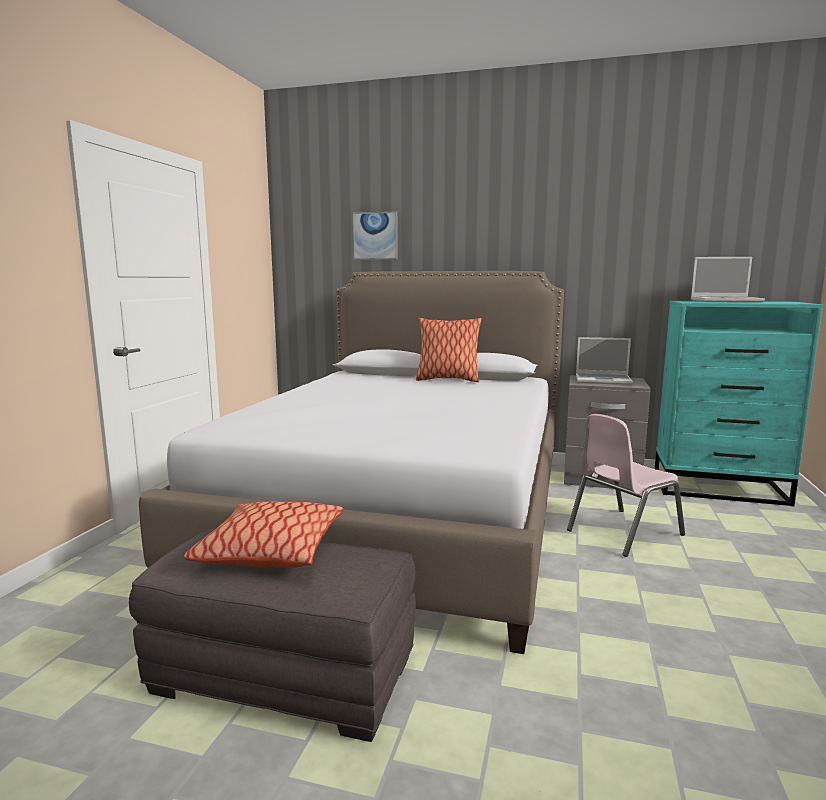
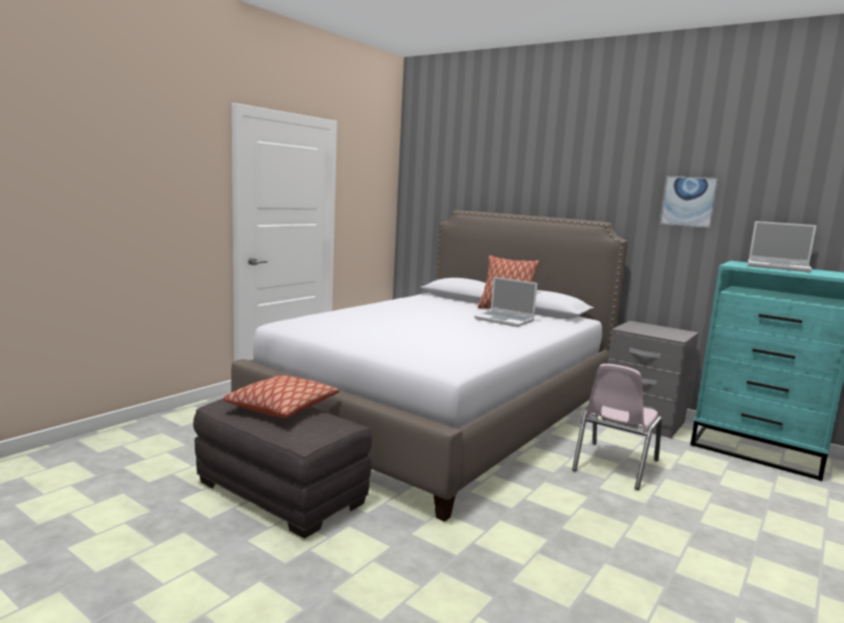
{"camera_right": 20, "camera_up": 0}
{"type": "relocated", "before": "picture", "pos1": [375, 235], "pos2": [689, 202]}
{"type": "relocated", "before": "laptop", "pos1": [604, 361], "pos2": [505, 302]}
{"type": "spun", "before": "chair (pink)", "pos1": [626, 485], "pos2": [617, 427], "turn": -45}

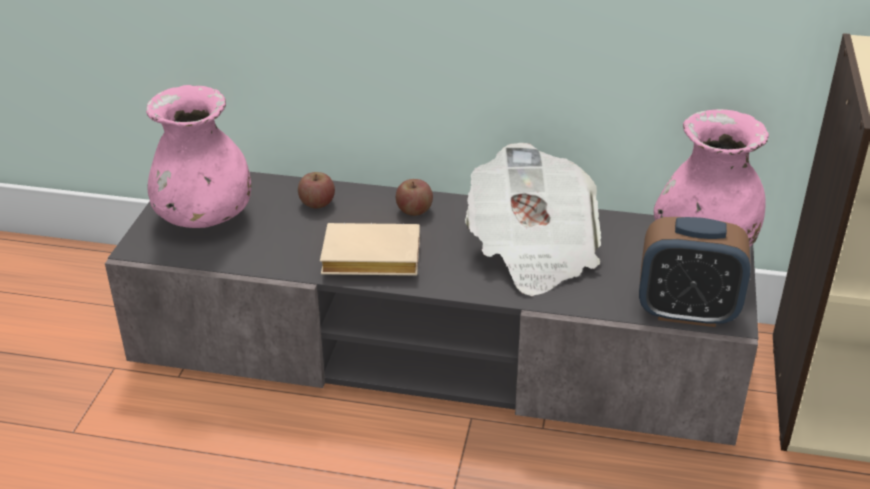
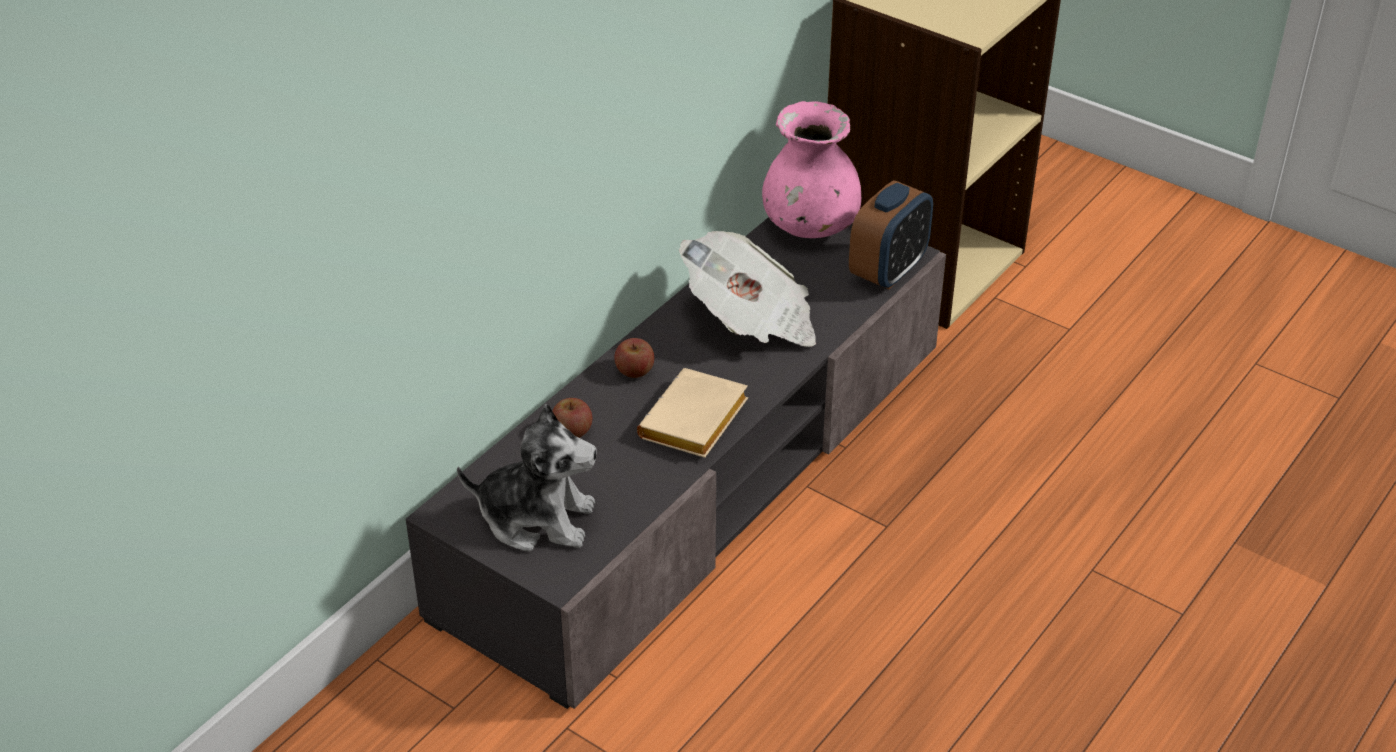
{"camera_right": -65, "camera_up": 5}
{"type": "exchanged", "before": "vase (pink)", "after": "plush toy", "pos1": [198, 156], "pos2": [527, 478]}

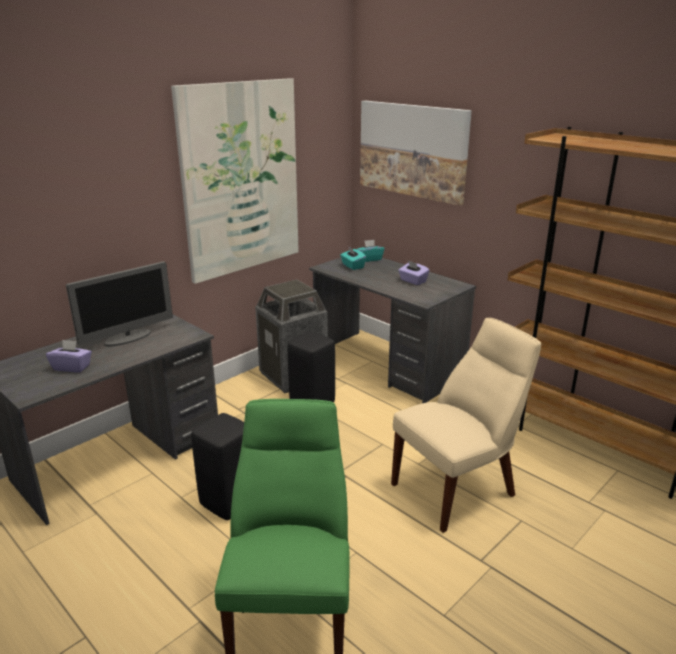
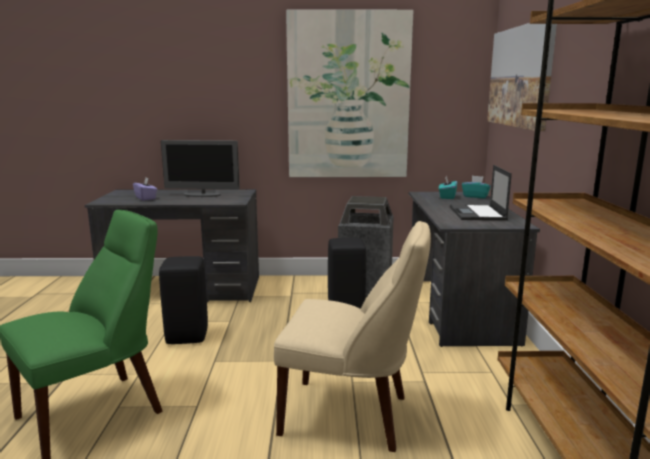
{"camera_right": 45, "camera_up": -10}
{"type": "exchanged", "before": "tissue box (purple)", "after": "laptop", "pos1": [414, 273], "pos2": [481, 192]}

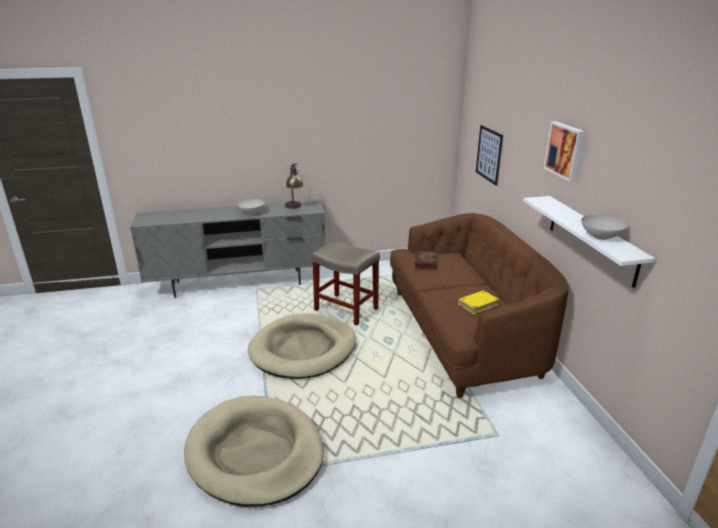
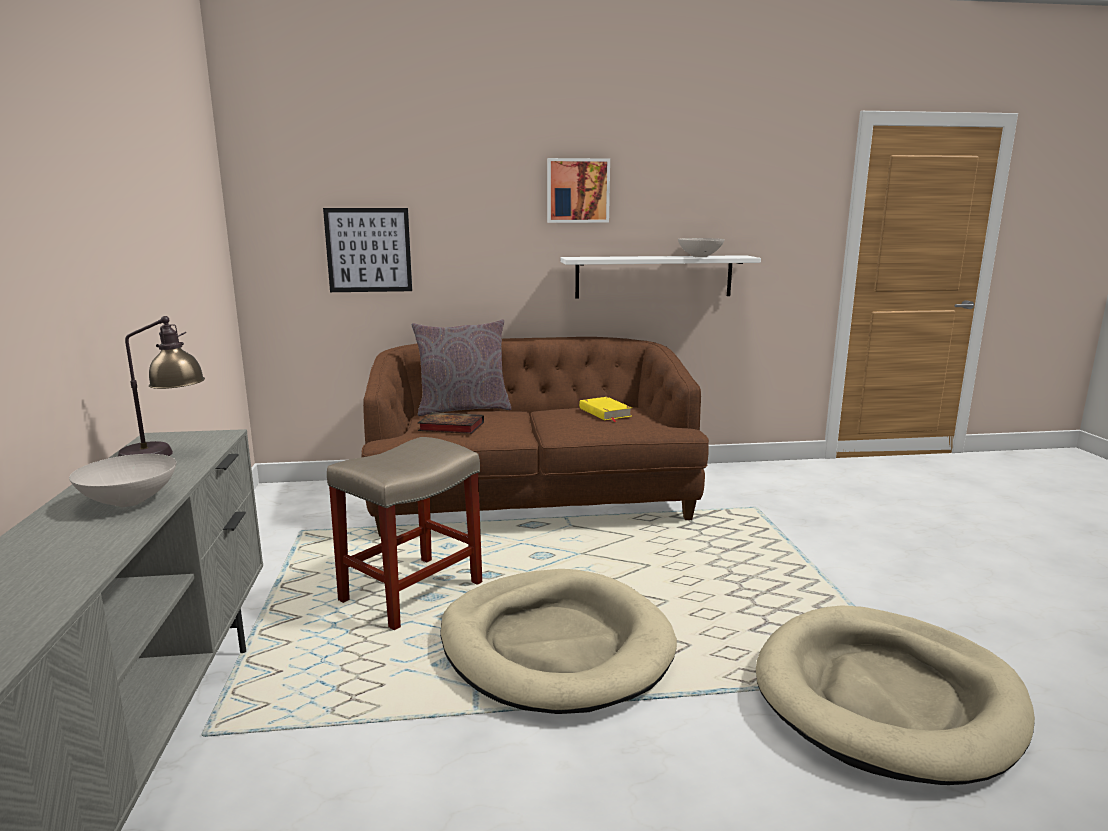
{"camera_right": -85, "camera_up": -10}
{"type": "appeared", "after": "pillow (grey)", "pos2": [461, 367]}

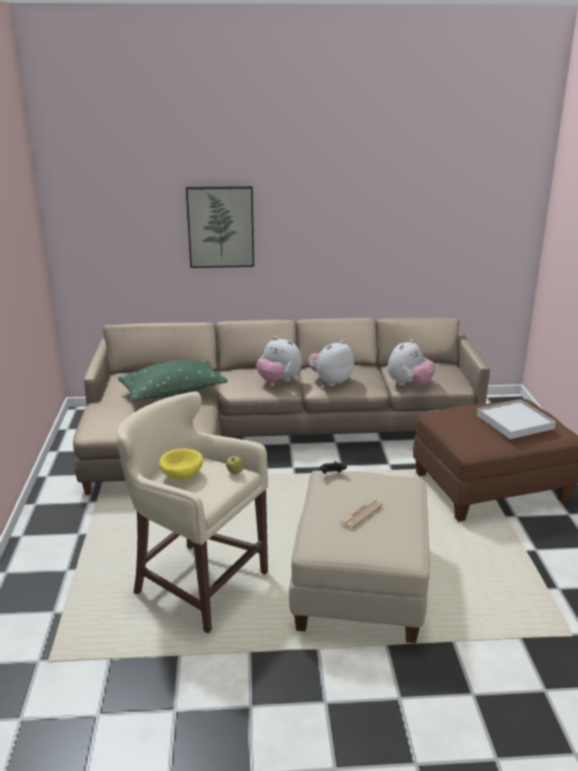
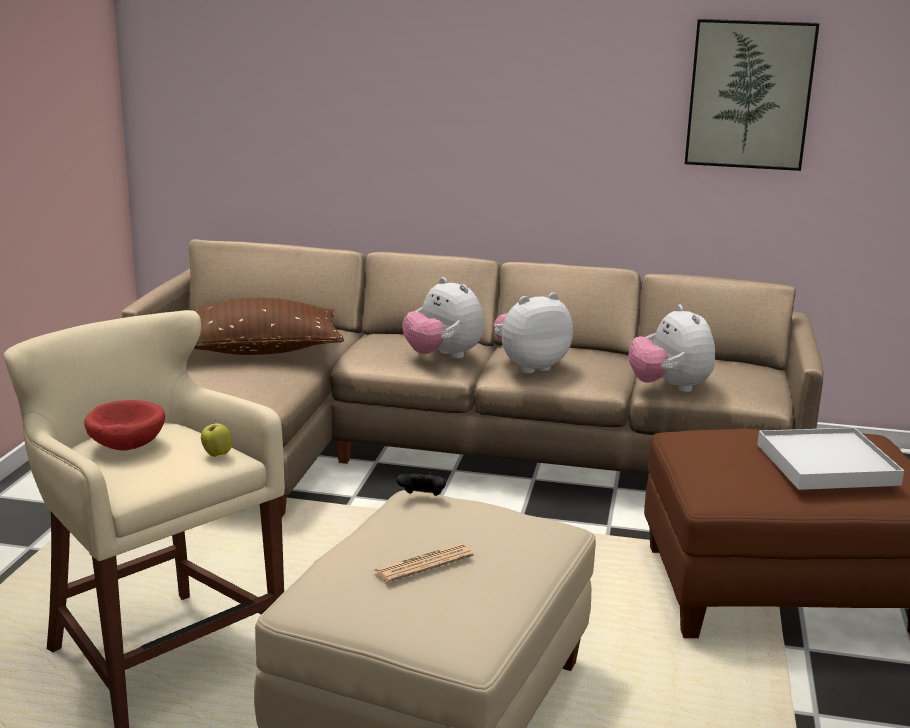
{"camera_right": 15, "camera_up": -5}
{"type": "relocated", "before": "picture", "pos1": [220, 227], "pos2": [752, 95]}
{"type": "spun", "before": "plush toy", "pos1": [412, 362], "pos2": [671, 348], "turn": 105}
{"type": "colour", "before": "pillow (green)", "after": "pillow (brown)", "pos1": [173, 380], "pos2": [269, 326]}
{"type": "colour", "before": "bowl (yellow)", "after": "bowl (red)", "pos1": [181, 464], "pos2": [124, 425]}

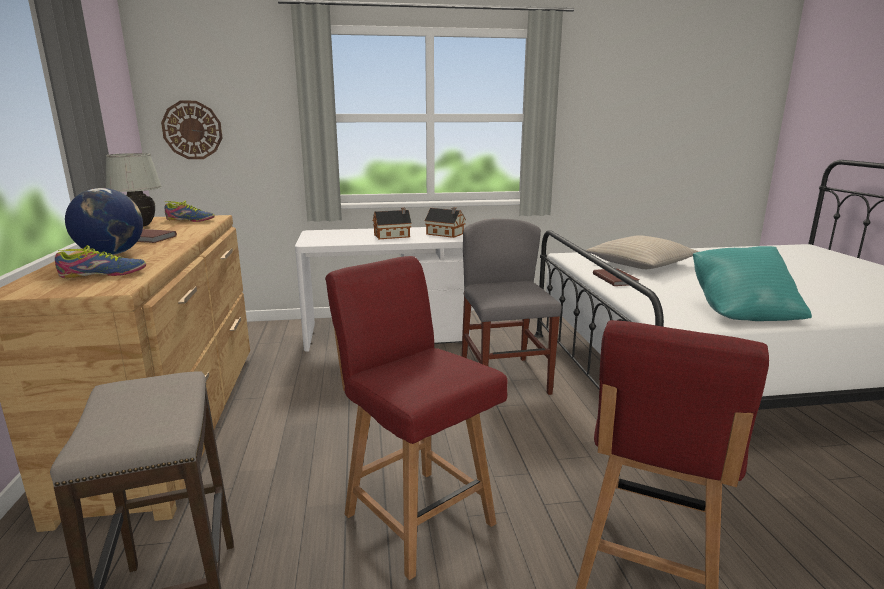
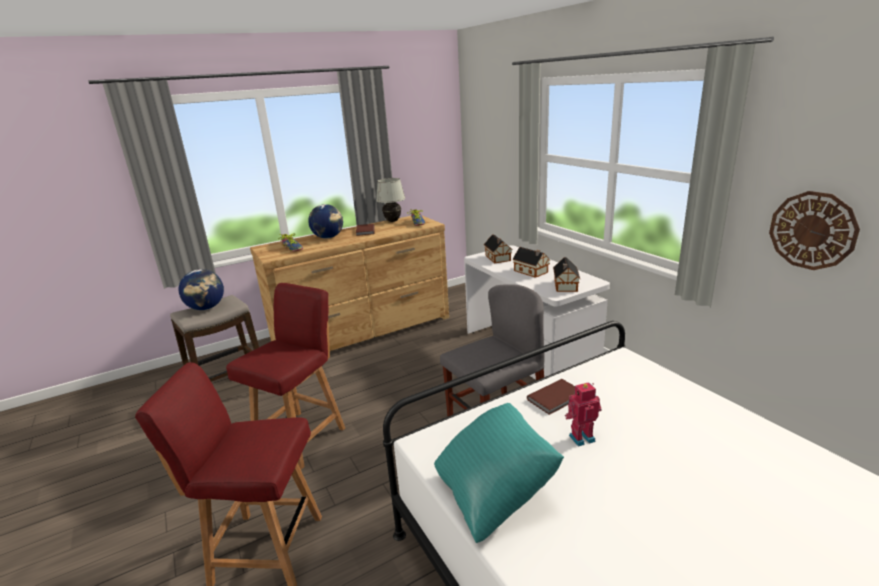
{"camera_right": 70, "camera_up": 5}
{"type": "relocated", "before": "wall clock", "pos1": [191, 130], "pos2": [814, 230]}
{"type": "missing", "before": "pillow (beige)", "pos1": [642, 252]}
{"type": "appeared", "after": "toy house", "pos2": [498, 248]}
{"type": "appeared", "after": "globe", "pos2": [201, 289]}
{"type": "appeared", "after": "toy robot", "pos2": [583, 414]}

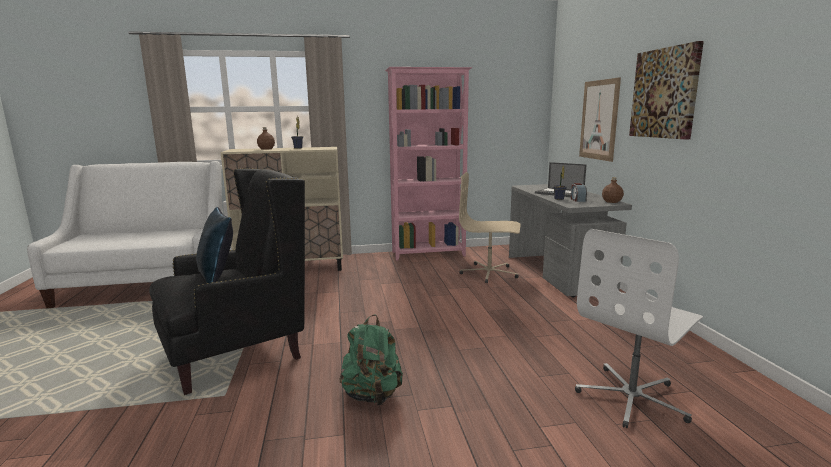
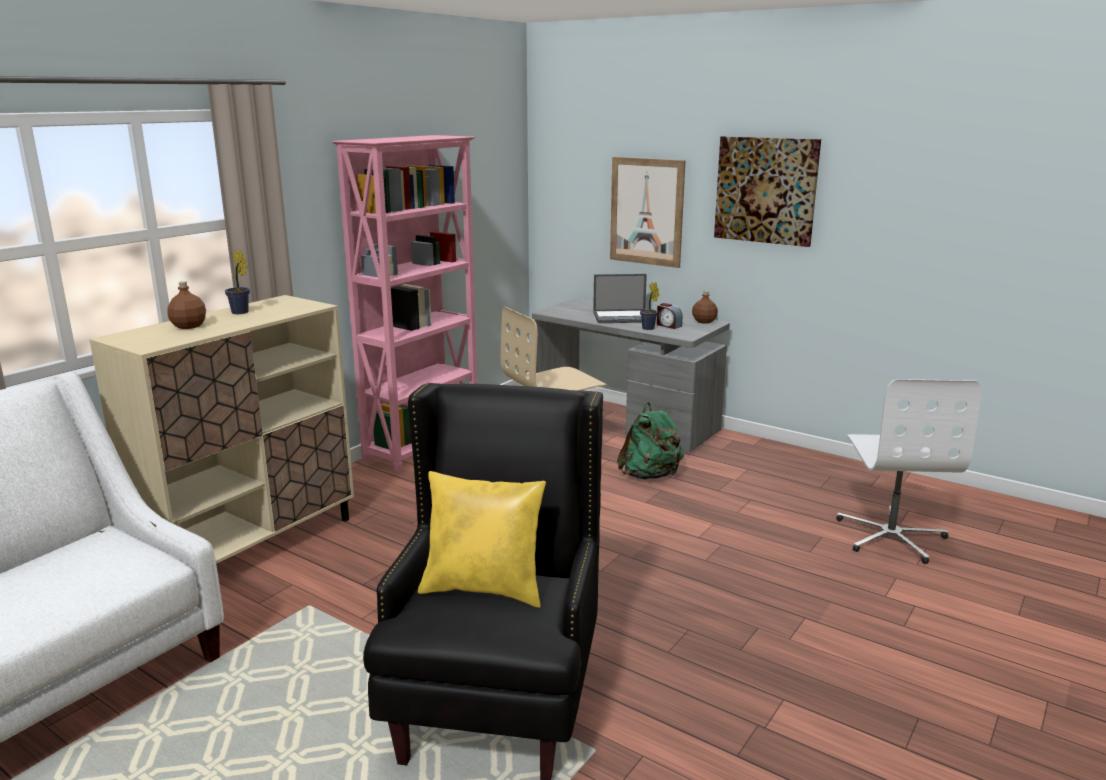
{"camera_right": -45, "camera_up": 5}
{"type": "colour", "before": "pillow (blue)", "after": "pillow (yellow)", "pos1": [214, 245], "pos2": [482, 539]}
{"type": "relocated", "before": "backpack (green)", "pos1": [371, 359], "pos2": [650, 441]}

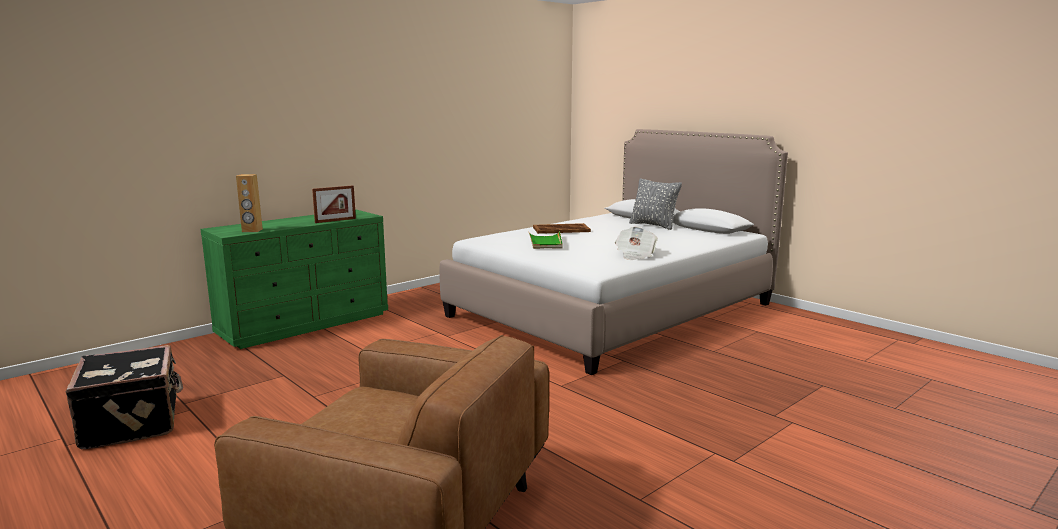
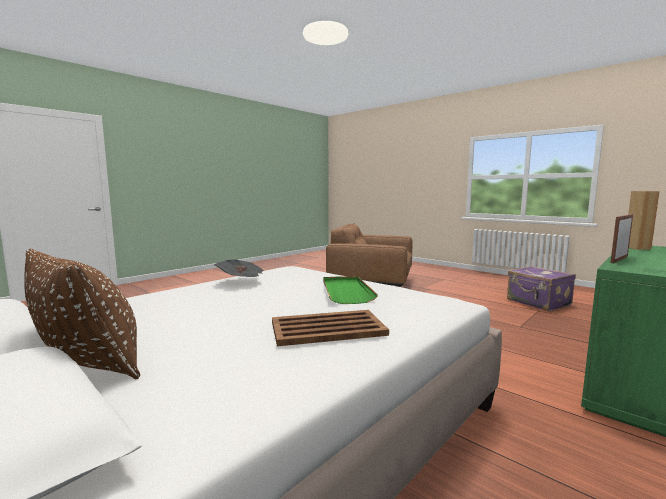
{"camera_right": 175, "camera_up": -5}
{"type": "colour", "before": "pillow (grey)", "after": "pillow (brown)", "pos1": [655, 204], "pos2": [82, 314]}
{"type": "colour", "before": "suitcase (black)", "after": "suitcase (purple)", "pos1": [124, 397], "pos2": [541, 288]}

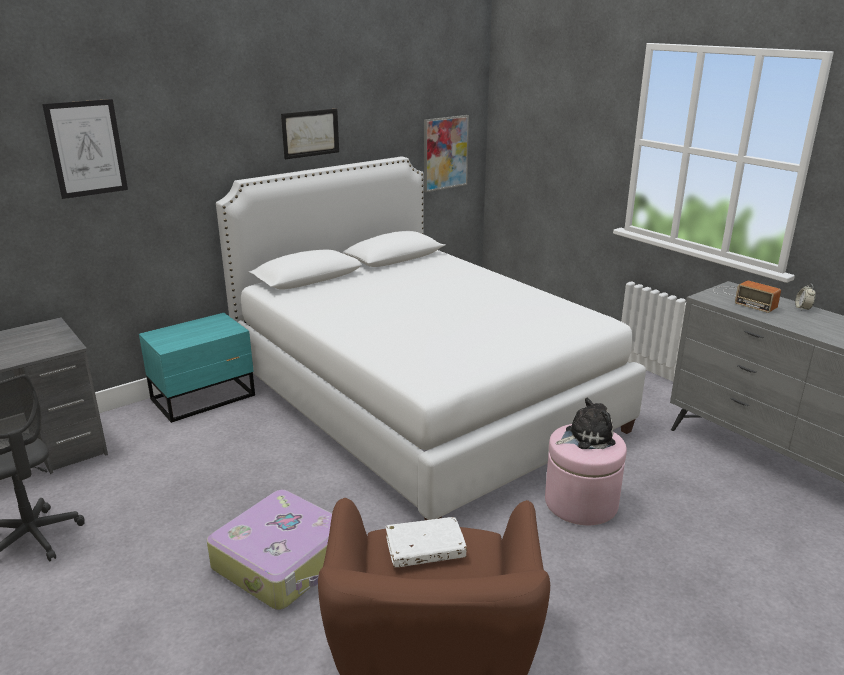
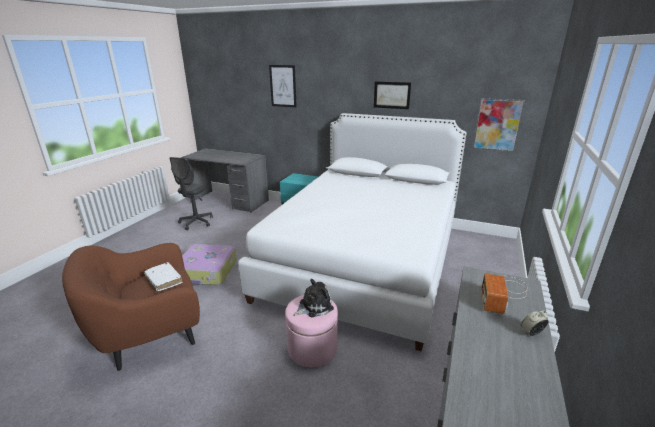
{"camera_right": 60, "camera_up": 0}
{"type": "spun", "before": "plush toy", "pos1": [586, 423], "pos2": [313, 298], "turn": -75}

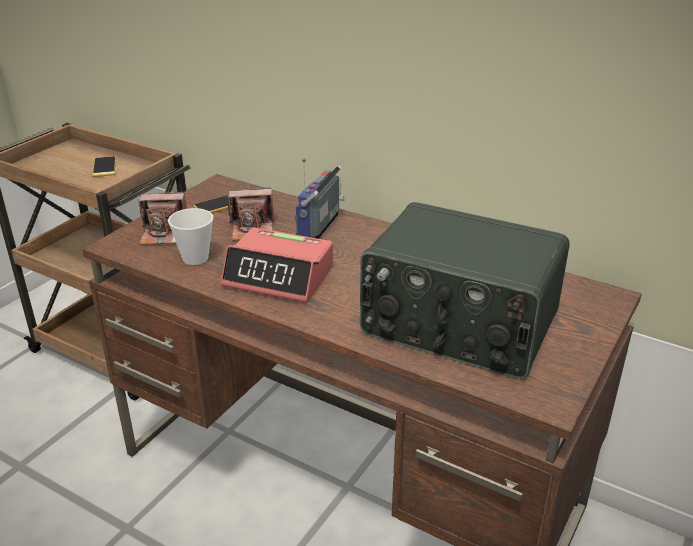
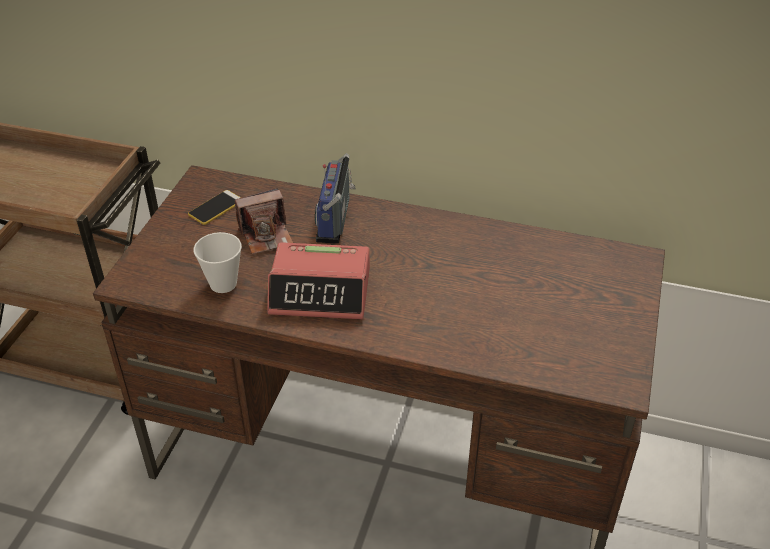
{"camera_right": -15, "camera_up": 10}
{"type": "missing", "before": "phone", "pos1": [104, 166]}
{"type": "missing", "before": "photo camera", "pos1": [162, 218]}
{"type": "missing", "before": "radio", "pos1": [464, 290]}

